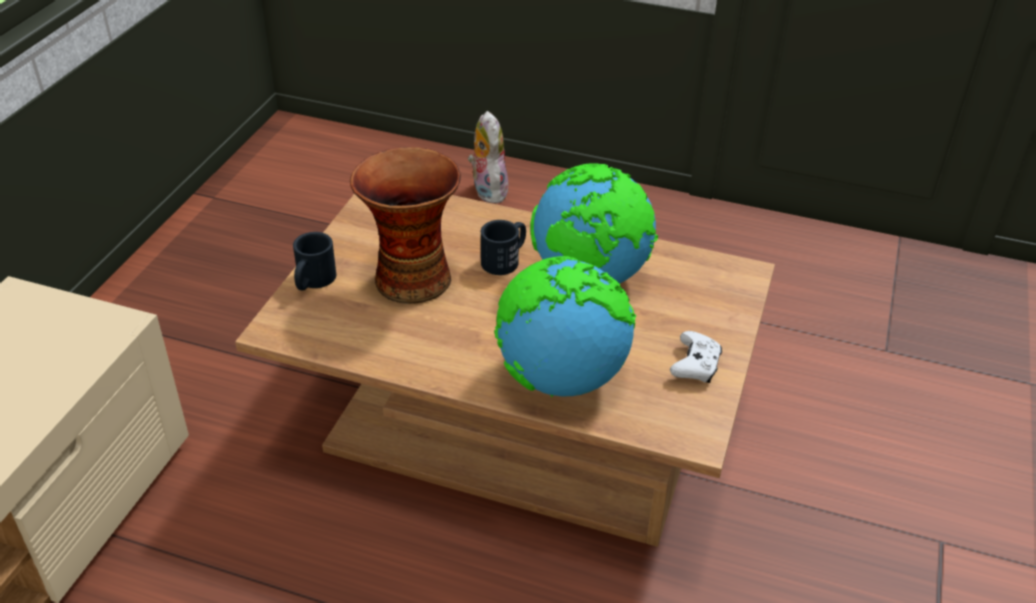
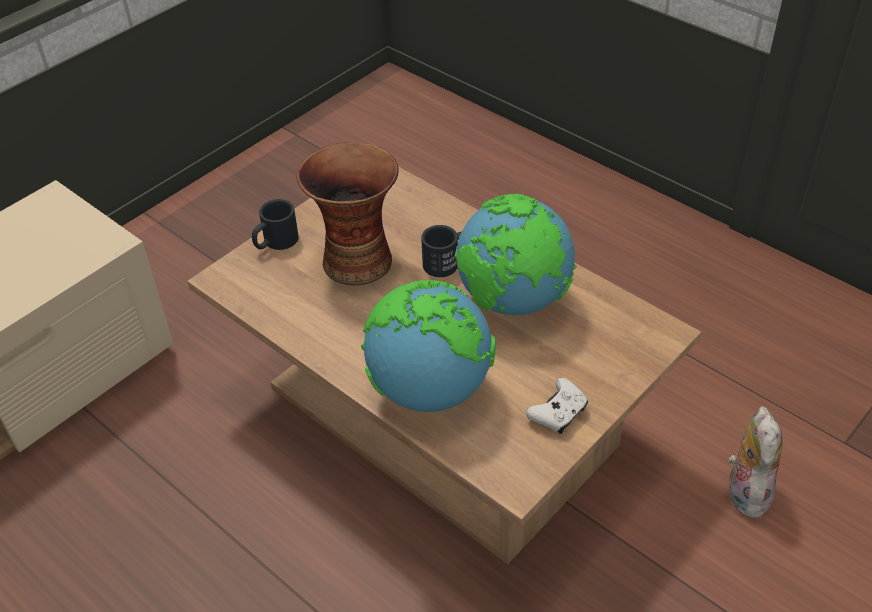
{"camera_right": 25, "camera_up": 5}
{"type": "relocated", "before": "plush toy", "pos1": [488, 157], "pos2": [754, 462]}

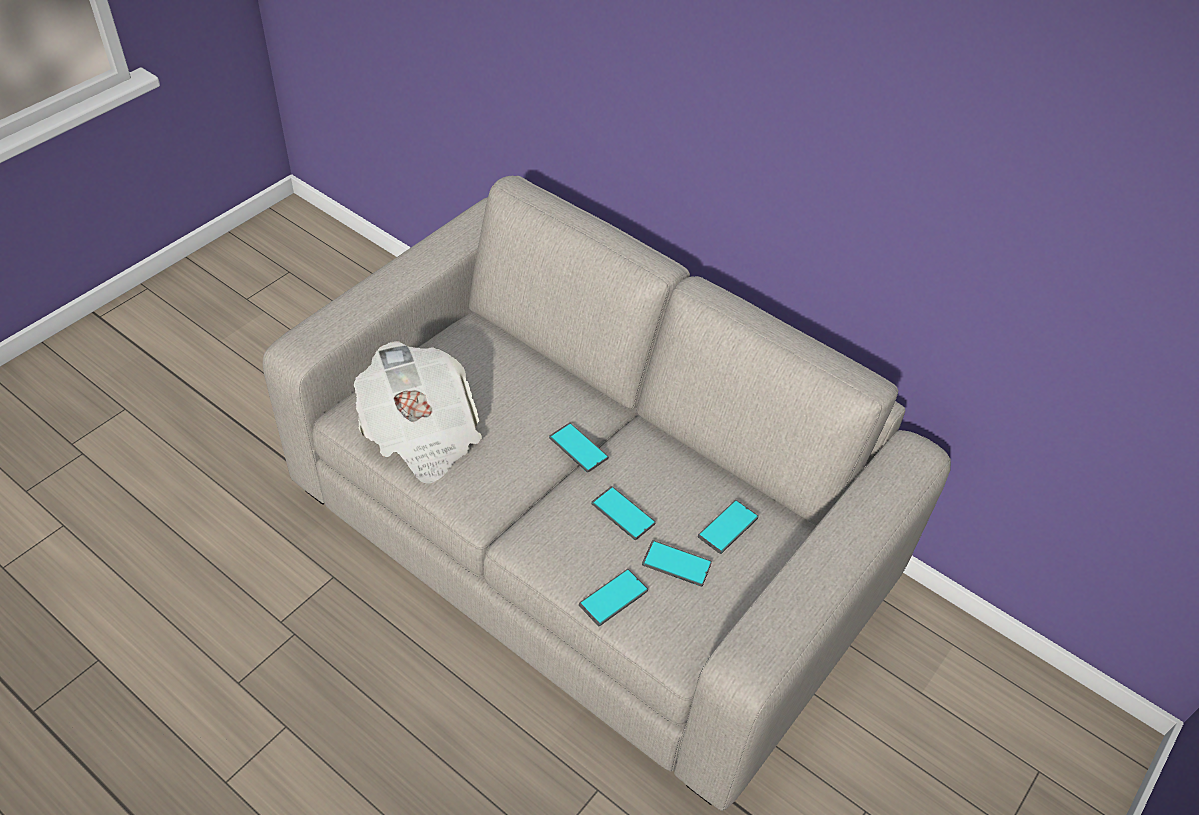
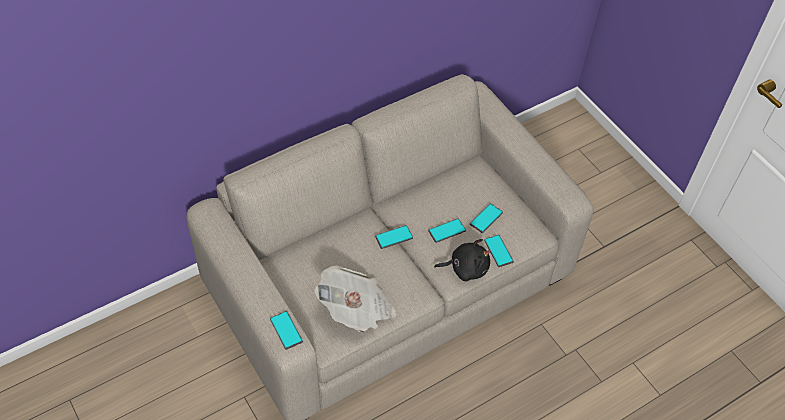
{"camera_right": -70, "camera_up": 5}
{"type": "relocated", "before": "phone", "pos1": [728, 527], "pos2": [286, 330]}
{"type": "appeared", "after": "plush toy (black)", "pos2": [462, 260]}

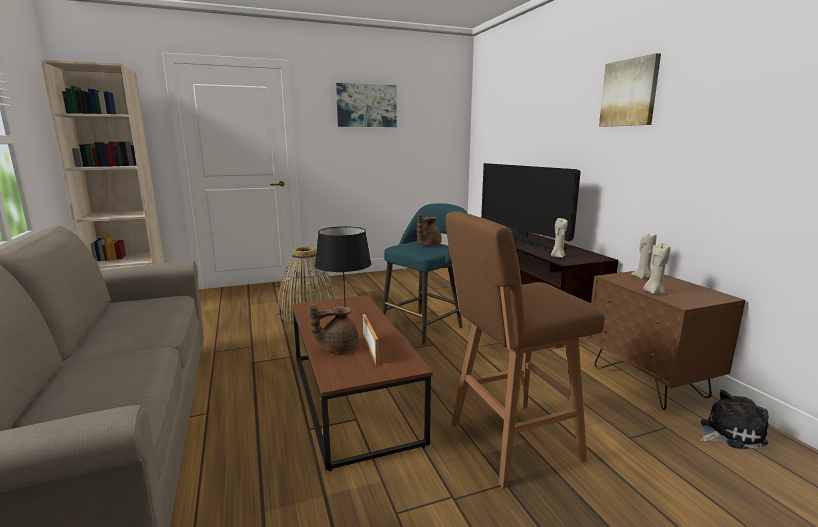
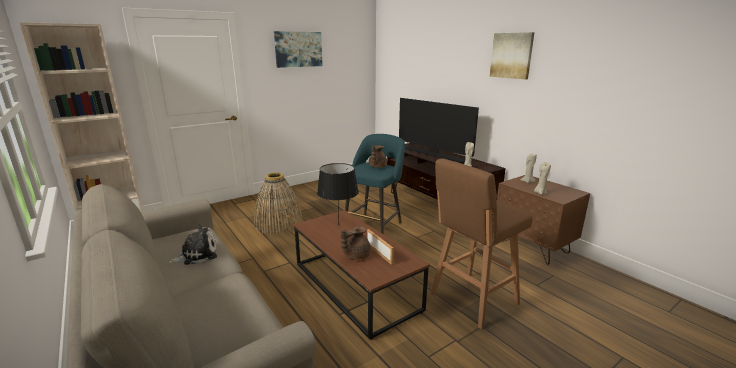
{"camera_right": -15, "camera_up": 5}
{"type": "relocated", "before": "plush toy", "pos1": [734, 419], "pos2": [192, 244]}

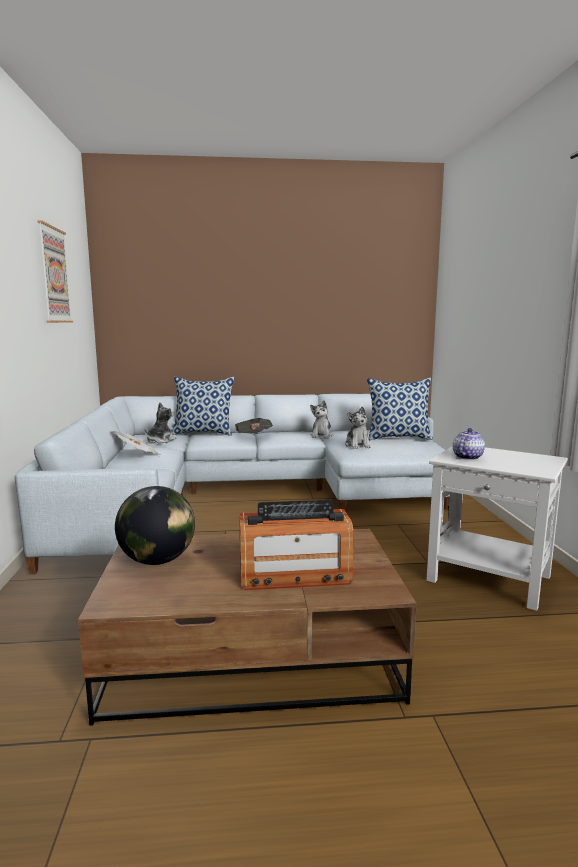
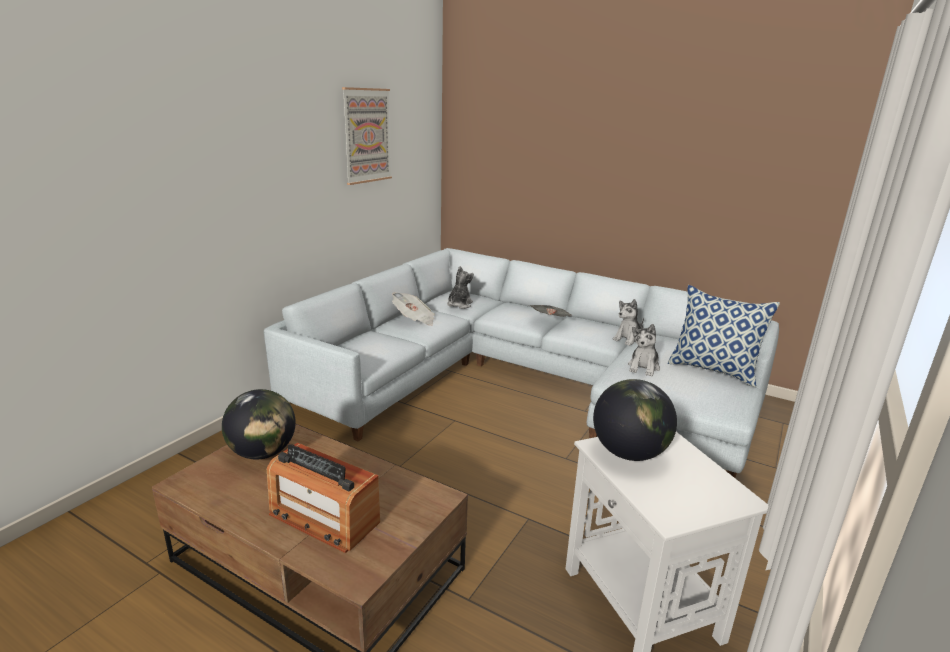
{"camera_right": 35, "camera_up": 10}
{"type": "missing", "before": "pillow", "pos1": [203, 406]}
{"type": "spun", "before": "plush toy", "pos1": [160, 422], "pos2": [460, 287], "turn": -45}
{"type": "exchanged", "before": "teapot", "after": "globe", "pos1": [469, 444], "pos2": [635, 420]}

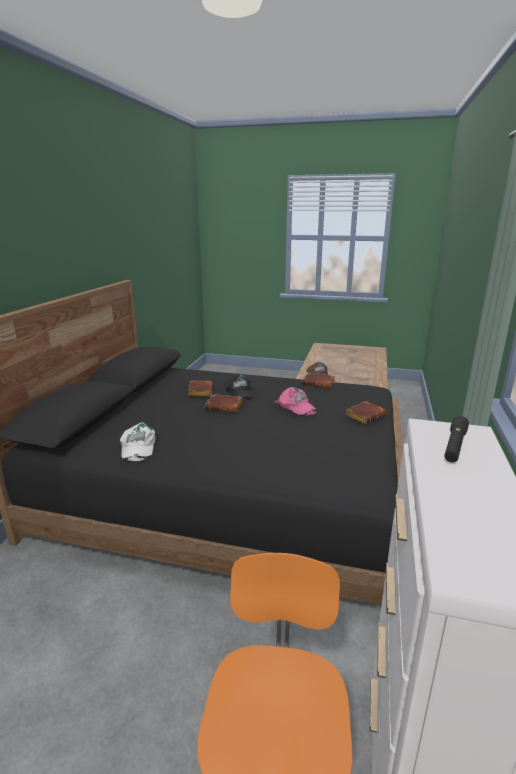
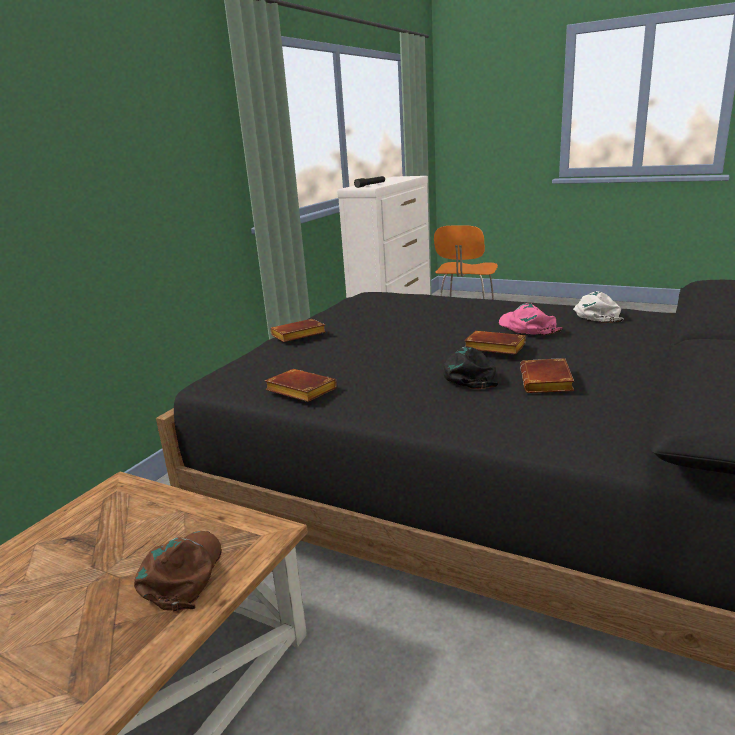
{"camera_right": -165, "camera_up": 0}
{"type": "relocated", "before": "cap (pink)", "pos1": [296, 401], "pos2": [530, 319]}

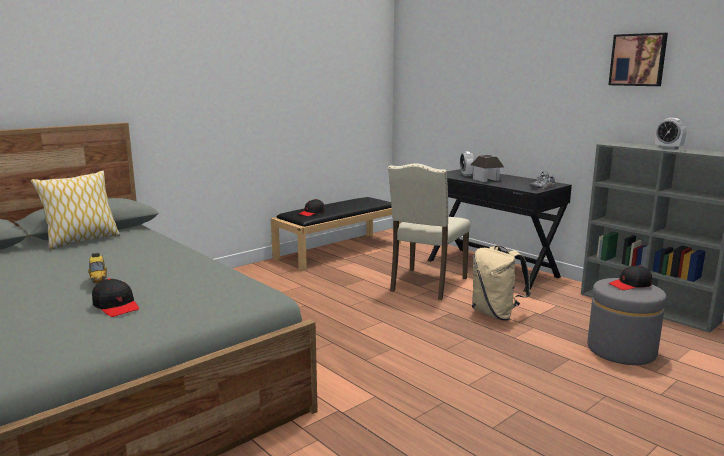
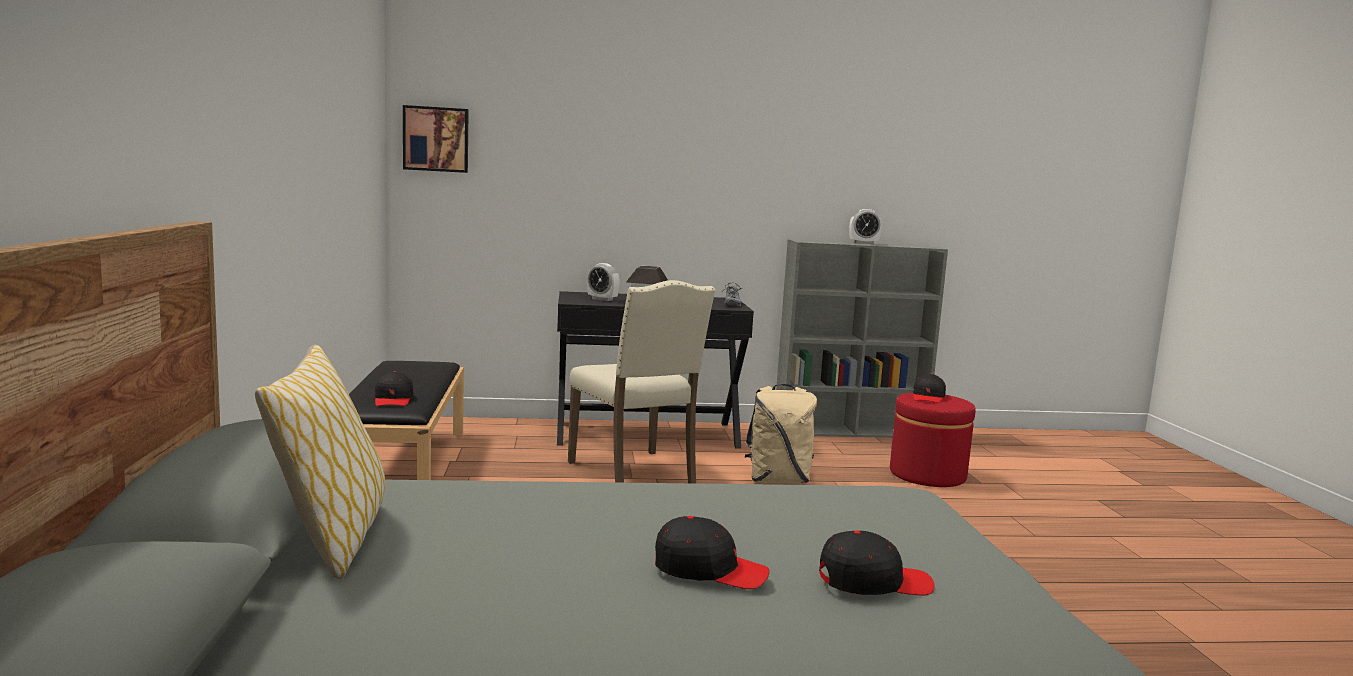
{"camera_right": -55, "camera_up": -5}
{"type": "relocated", "before": "picture", "pos1": [638, 59], "pos2": [436, 139]}
{"type": "exchanged", "before": "toy car", "after": "cap (black)", "pos1": [97, 269], "pos2": [712, 552]}
{"type": "colour", "before": "ottoman (grey)", "after": "ottoman (red)", "pos1": [626, 321], "pos2": [933, 440]}

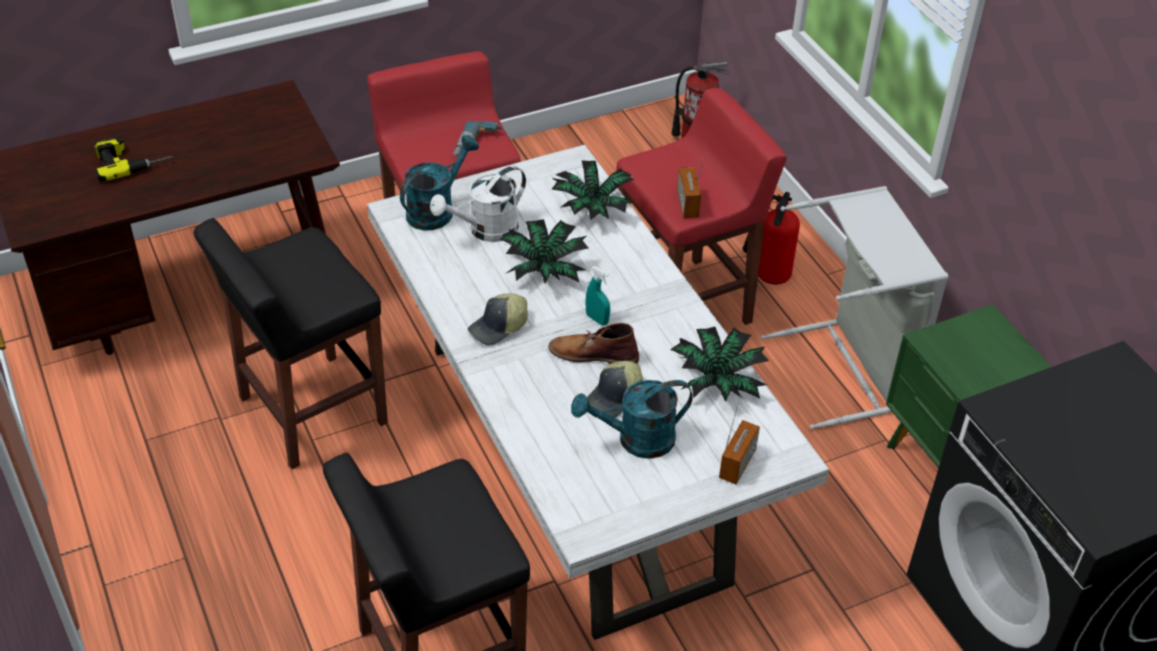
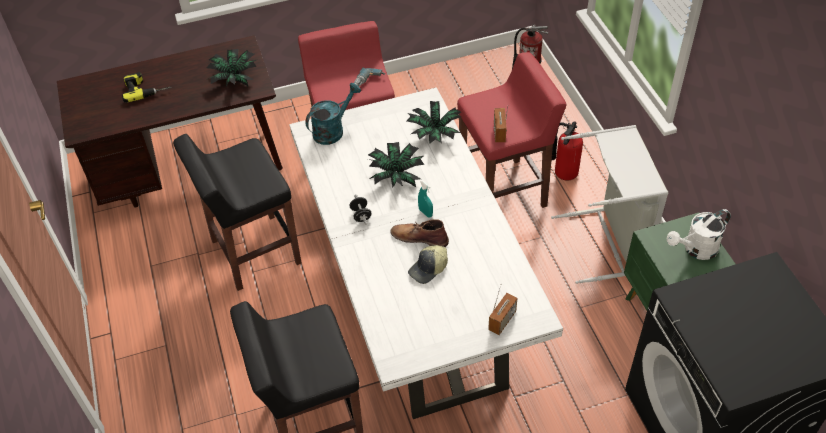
{"camera_right": 10, "camera_up": 5}
{"type": "relocated", "before": "watering can (white)", "pos1": [478, 204], "pos2": [699, 234]}
{"type": "exchanged", "before": "cap", "after": "dumbbell (black)", "pos1": [498, 319], "pos2": [361, 210]}
{"type": "relocated", "before": "potted plant", "pos1": [719, 364], "pos2": [232, 68]}
{"type": "missing", "before": "watering can (turquoise)", "pos1": [632, 419]}

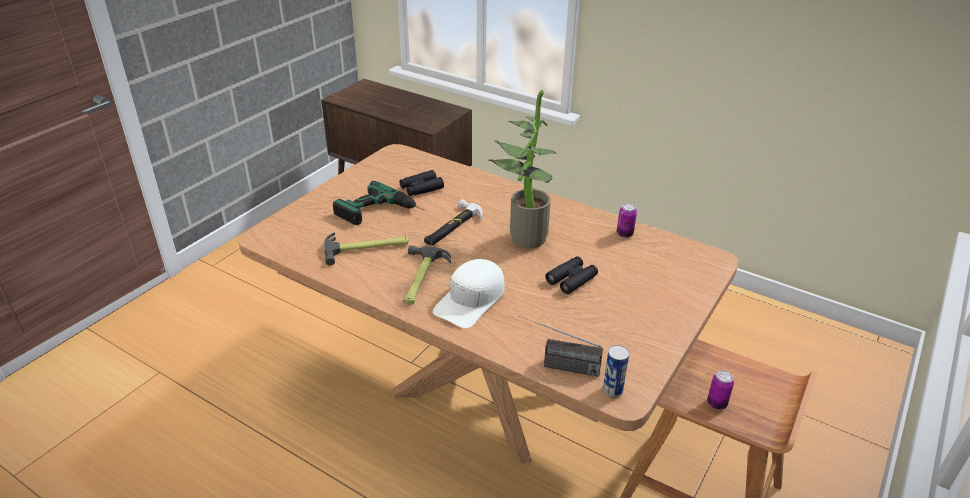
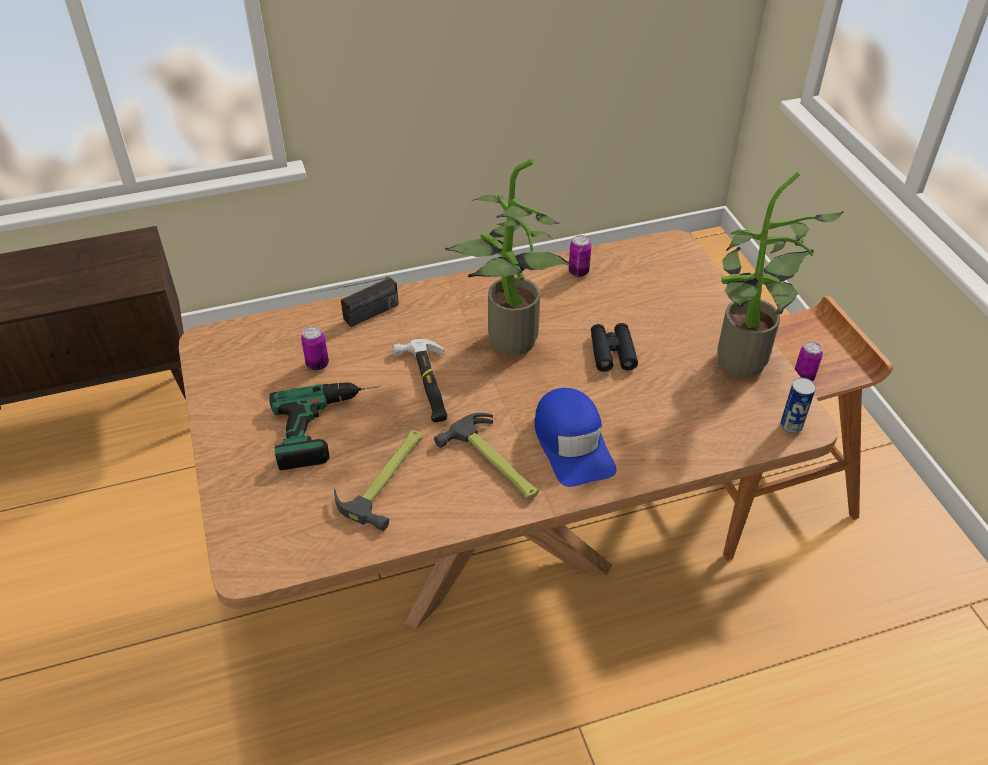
{"camera_right": -50, "camera_up": 10}
{"type": "exchanged", "before": "binoculars (black)", "after": "can", "pos1": [422, 183], "pos2": [315, 348]}
{"type": "colour", "before": "cap (white)", "after": "cap (blue)", "pos1": [469, 293], "pos2": [575, 437]}
{"type": "relocated", "before": "radio", "pos1": [561, 346], "pos2": [354, 301]}
{"type": "appeared", "after": "potted plant", "pos2": [780, 275]}

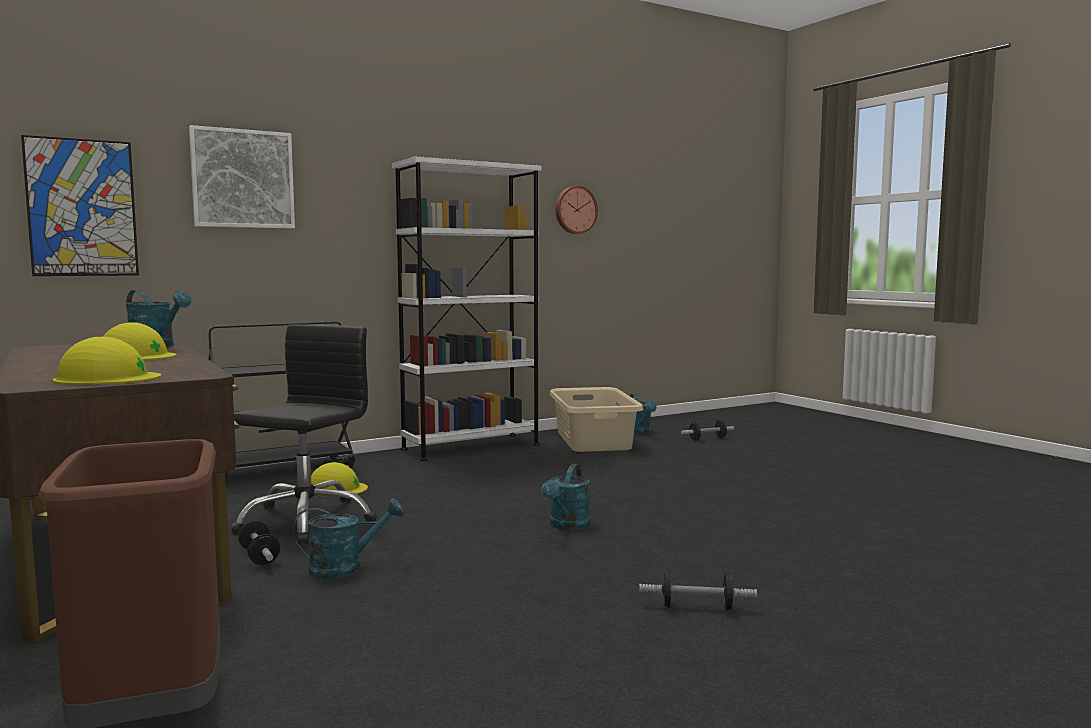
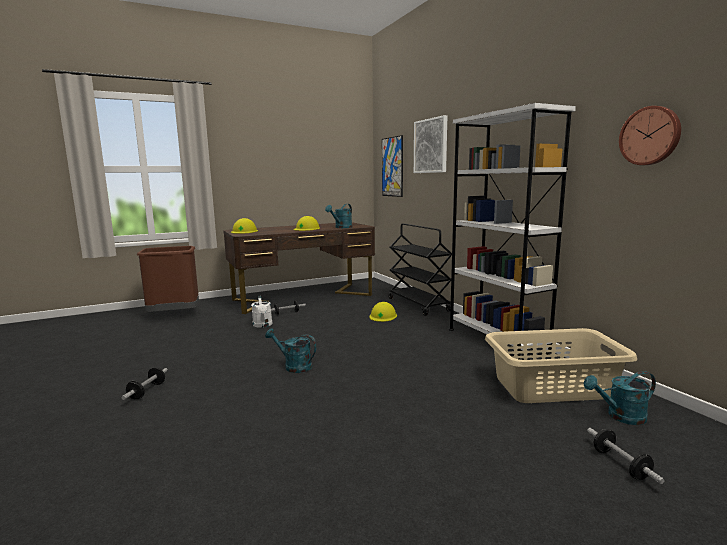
{"camera_right": 95, "camera_up": 5}
{"type": "missing", "before": "office chair (black)", "pos1": [303, 434]}
{"type": "colour", "before": "watering can (turquoise)", "after": "watering can (white)", "pos1": [348, 538], "pos2": [262, 312]}

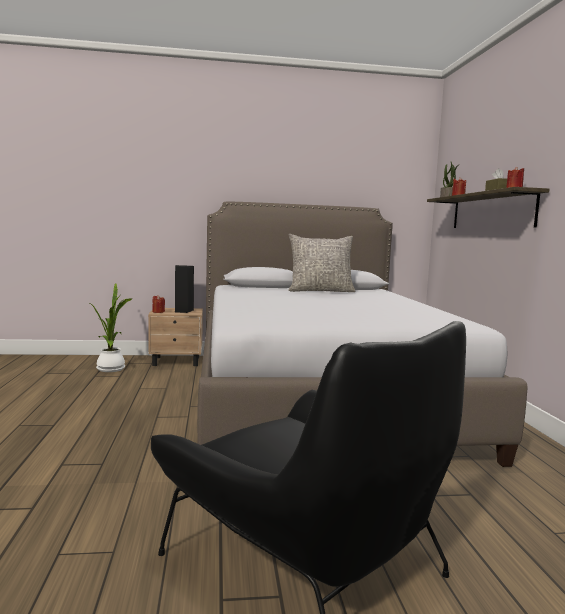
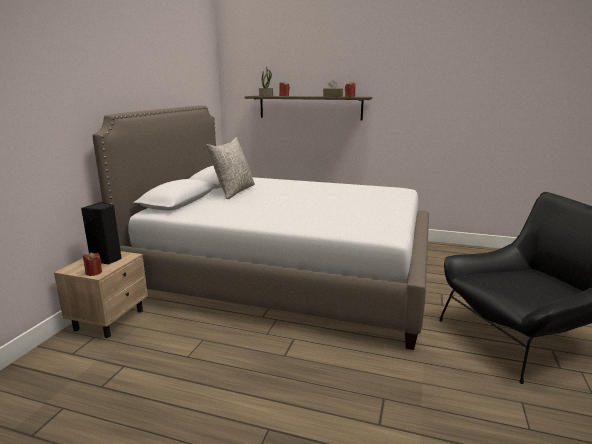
{"camera_right": -65, "camera_up": 10}
{"type": "missing", "before": "potted plant", "pos1": [111, 327]}

